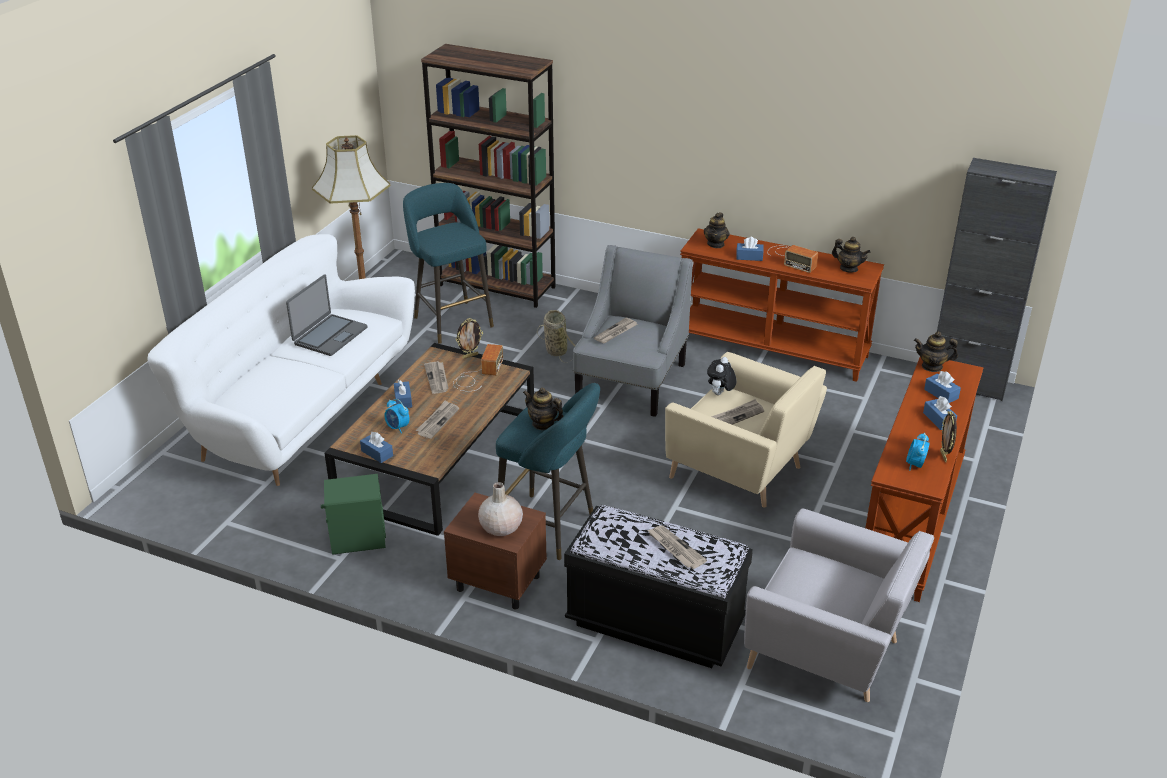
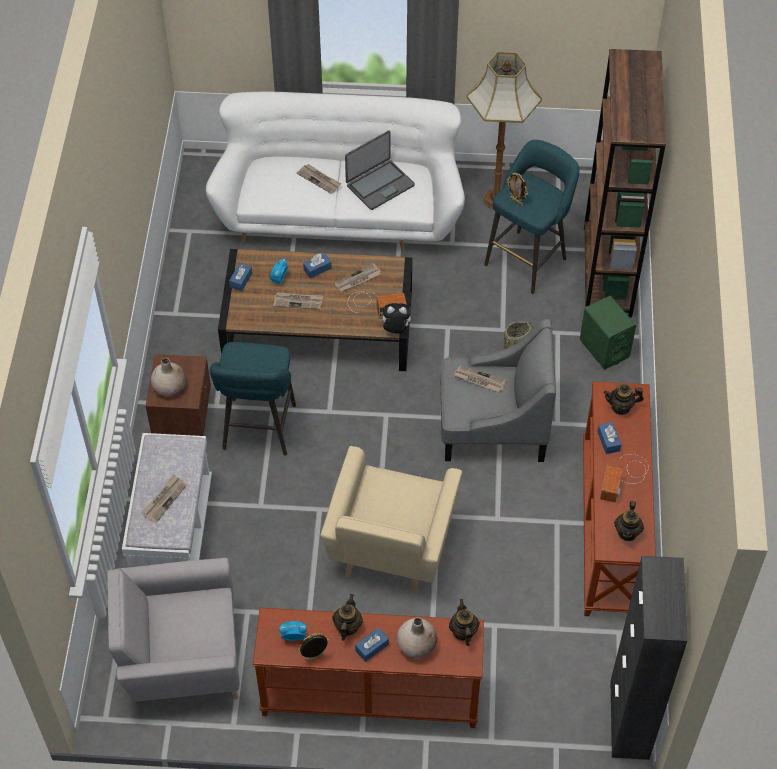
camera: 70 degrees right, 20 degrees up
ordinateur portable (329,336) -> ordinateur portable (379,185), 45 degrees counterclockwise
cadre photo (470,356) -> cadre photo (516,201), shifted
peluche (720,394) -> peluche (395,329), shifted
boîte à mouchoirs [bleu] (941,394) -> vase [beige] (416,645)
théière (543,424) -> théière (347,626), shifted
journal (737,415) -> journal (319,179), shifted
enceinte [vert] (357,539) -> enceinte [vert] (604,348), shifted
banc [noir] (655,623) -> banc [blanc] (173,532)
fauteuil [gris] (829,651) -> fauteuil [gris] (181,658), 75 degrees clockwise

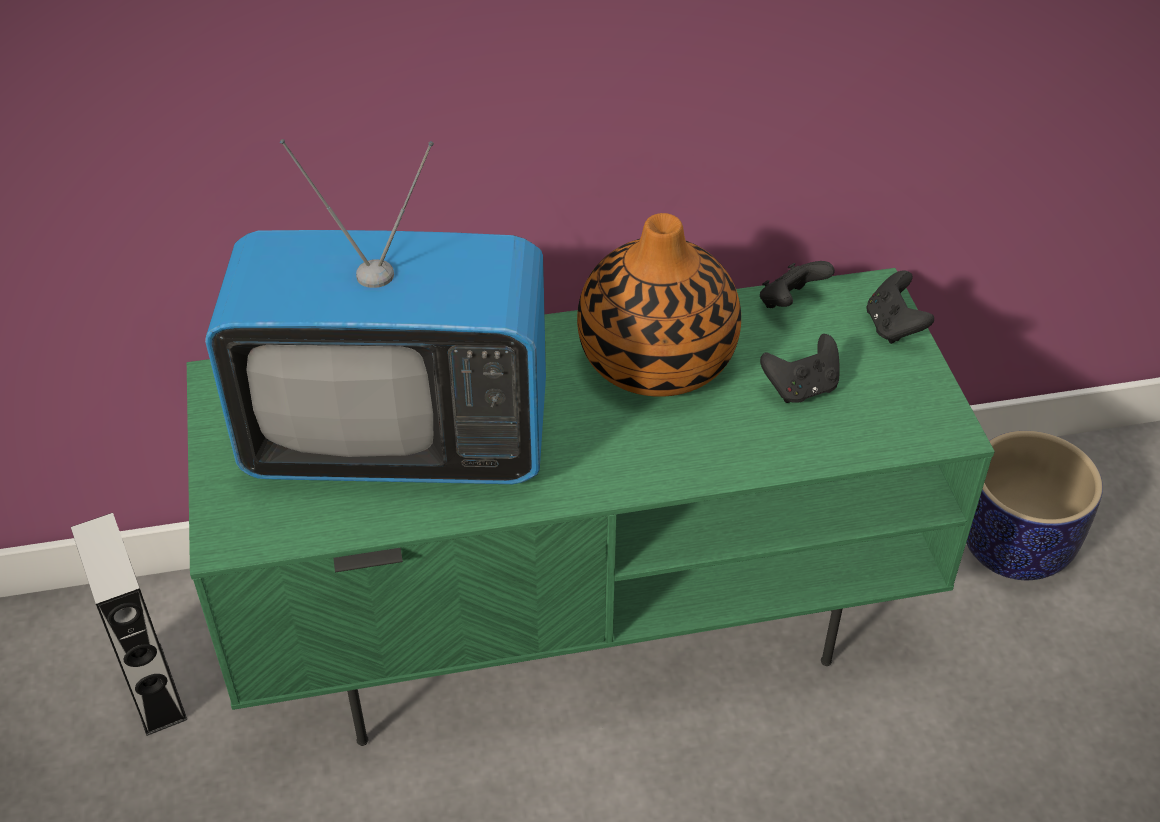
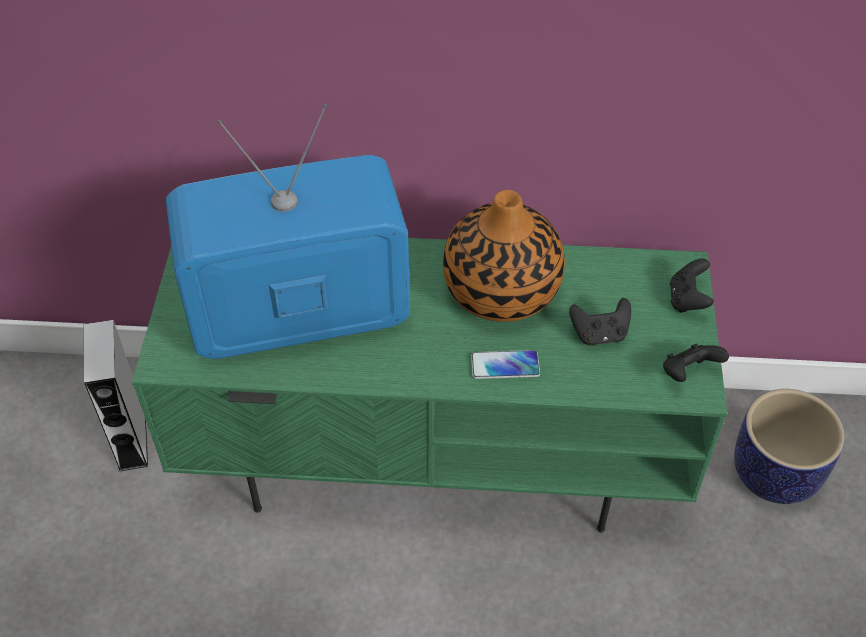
camera: 15 degrees right, 5 degrees up
téléviseur (399,440) -> téléviseur (299,315), 150 degrees clockwise
manette [noir] (790,303) -> manette [noir] (688,373), shifted
none -> téléphone (505,365)

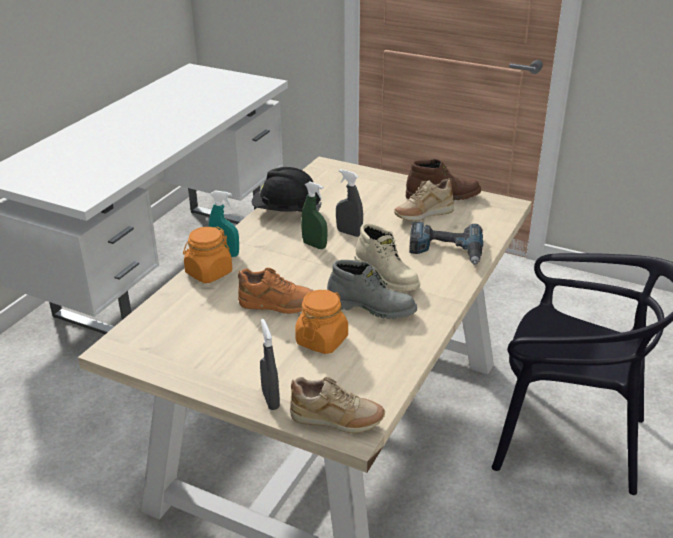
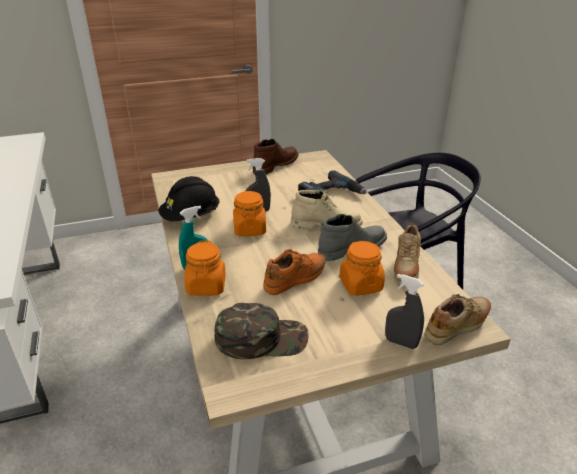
camera: 45 degrees left, 0 degrees up
chaussure [beige] (422,216) -> chaussure [beige] (406,269), shifted
vaporisateur [vert] (314,245) -> bocal [orange] (249,229)
none -> casquette [vert] (261,338)

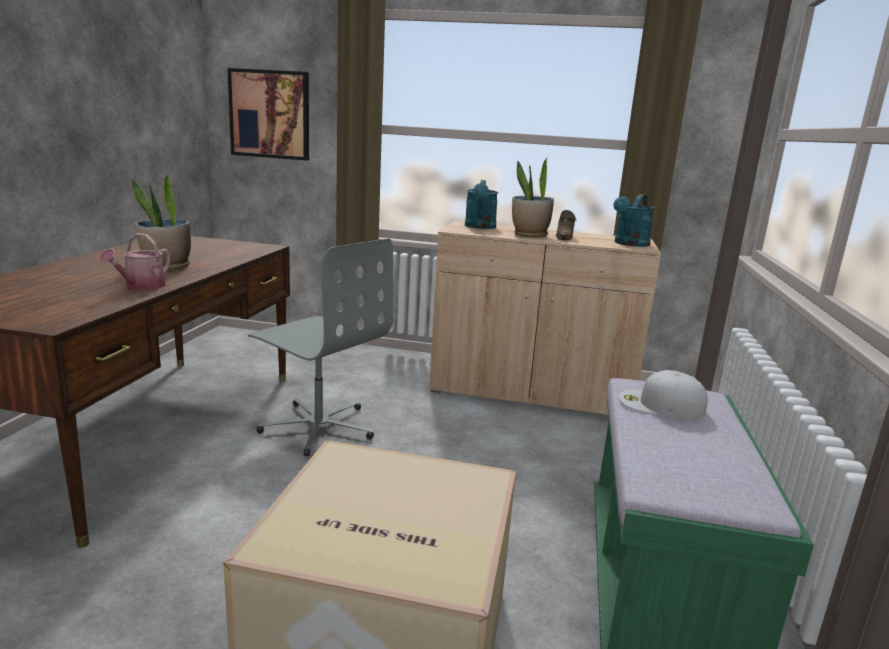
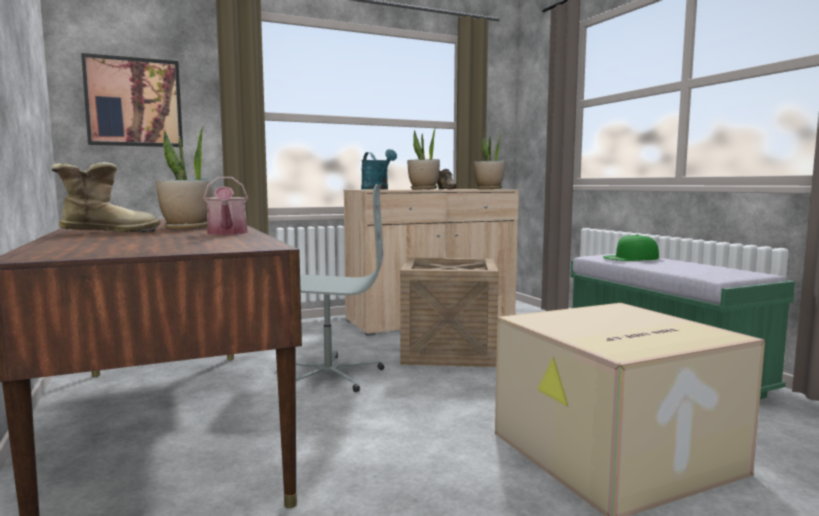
camera: 35 degrees left, 10 degrees down
arrosoir [turquoise] (629,244) -> plante en pot (489,189)
casquette [blanc] (660,404) -> casquette [vert] (631,258)
none -> botte (108,232)
none -> caisse (448,351)

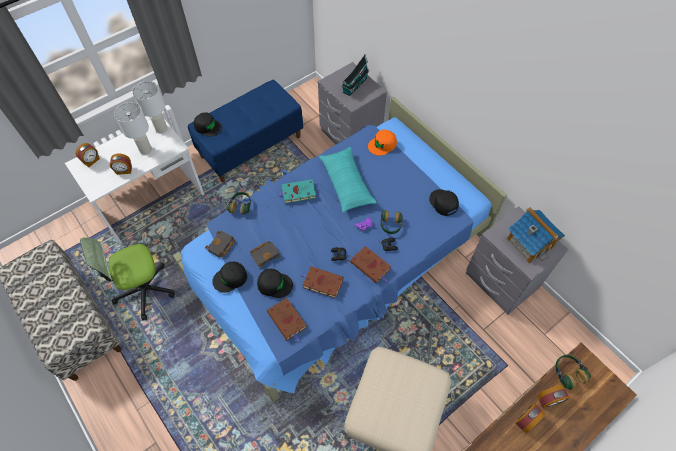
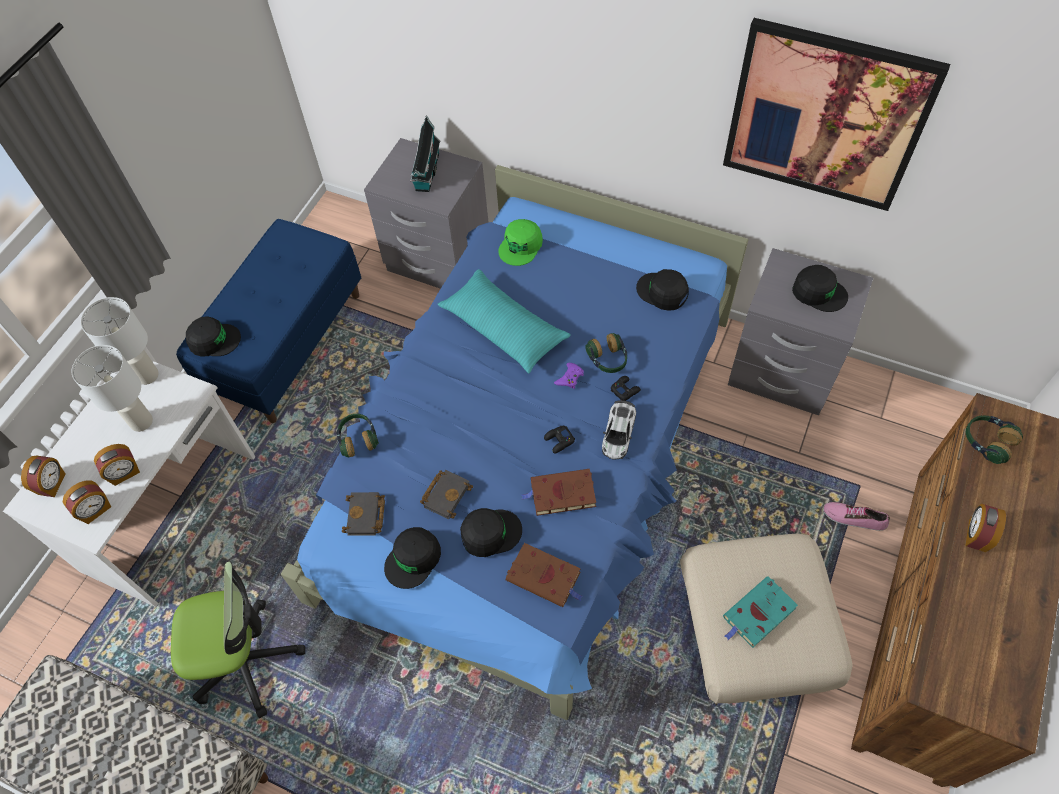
camera: 25 degrees left, 0 degrees up
casquette [orange] (382,145) -> casquette [vert] (521,246)
livre [turquoise] (297,193) -> livre [turquoise] (758,614), shifted
maison miniature (529,242) -> casquette [noir] (819,292)
chaise de bureau (144,290) -> chaise de bureau (247,660), 135 degrees counterclockwise
livre [marron] (371,266) -> petite voiture (618,433)
réveil (548,400) -> réveil (95,510), shifted
none -> tableau (825,117)
none -> chaussure (854,517)

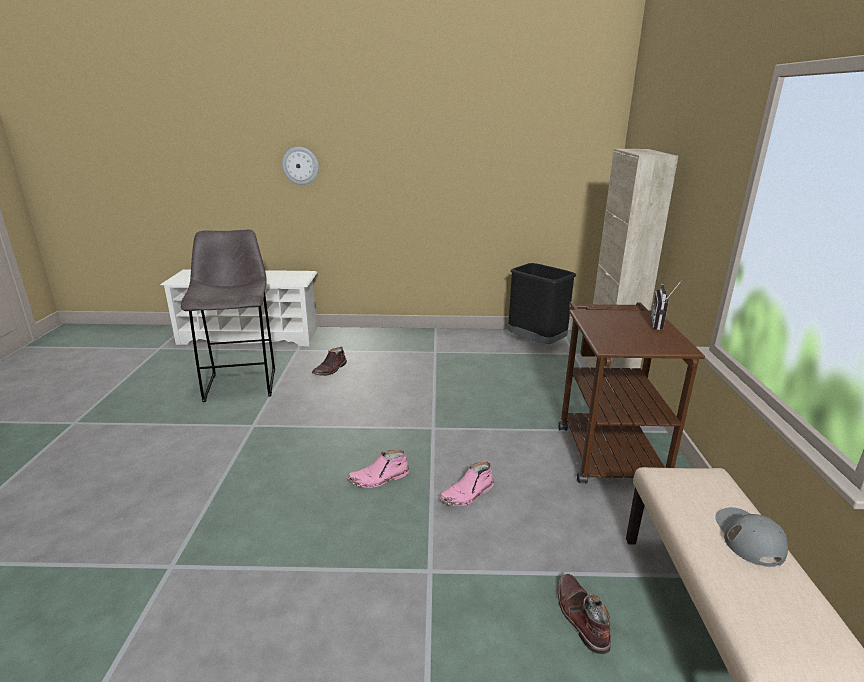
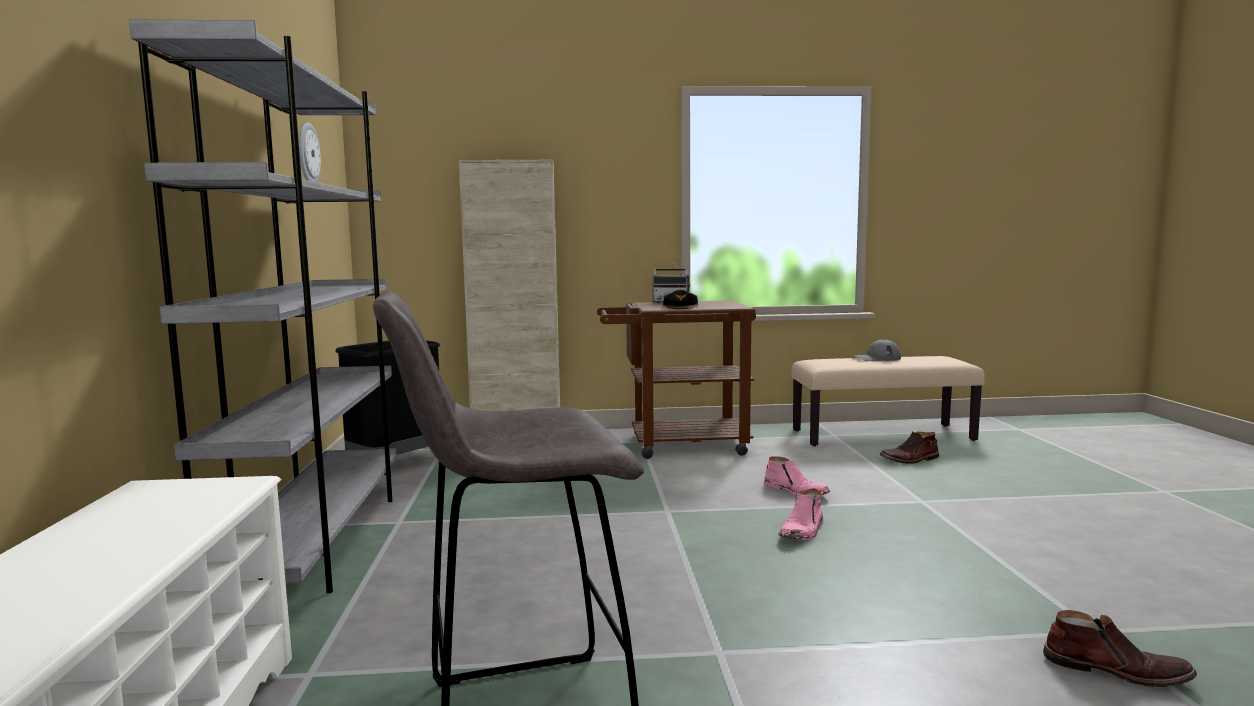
camera: 95 degrees left, 15 degrees down
horloge murale (300,166) -> horloge murale (307,154), shifted
botte [marron] (330,369) -> botte [marron] (1115,670), shifted
botte [rose] (379,478) -> botte [rose] (802,531), 60 degrees clockwise
none -> bibliothèque [gris] (318,541)
none -> casquette [noir] (681,306)

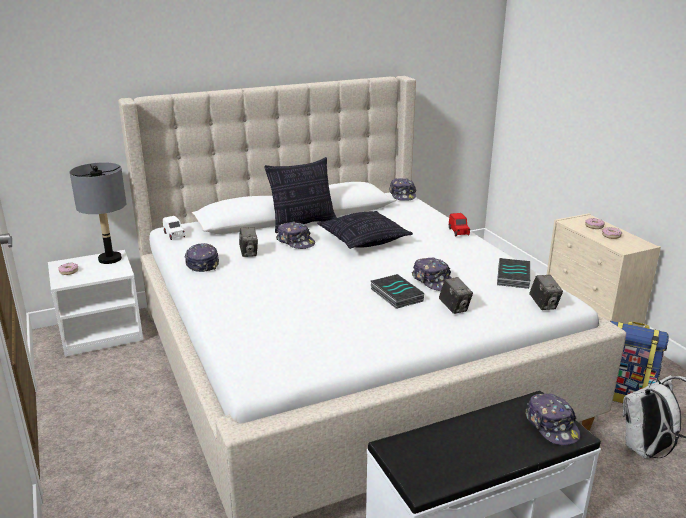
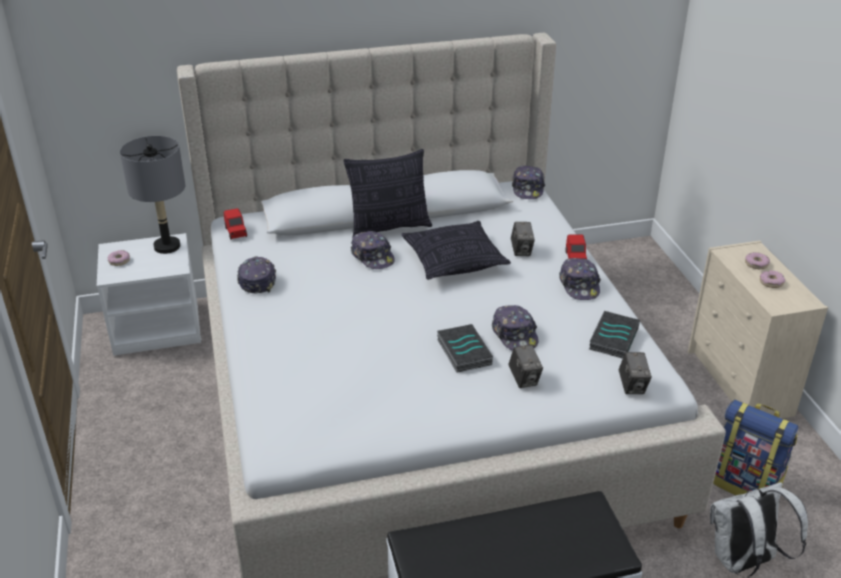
camera: 10 degrees right, 10 degrees up
petite voiture [blanc] (174,235) -> petite voiture [rouge] (236,232)
appareil photo (249,253) -> appareil photo (521,251), shifted
casquette (552,426) -> casquette (579,285), shifted

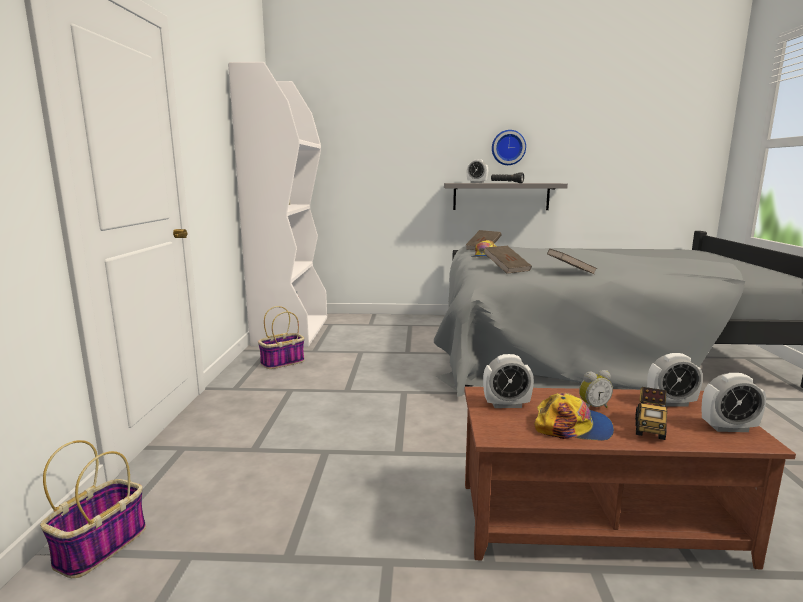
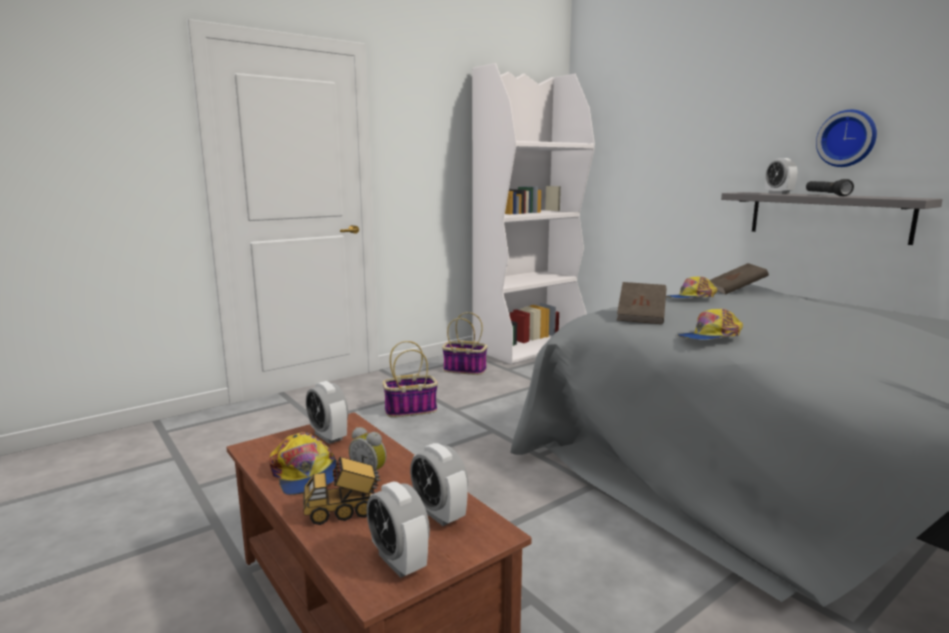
camera: 50 degrees right, 0 degrees up
livre [marron] (570,271) -> casquette (710,338)
panier (101,545) -> panier (411,409), shifted

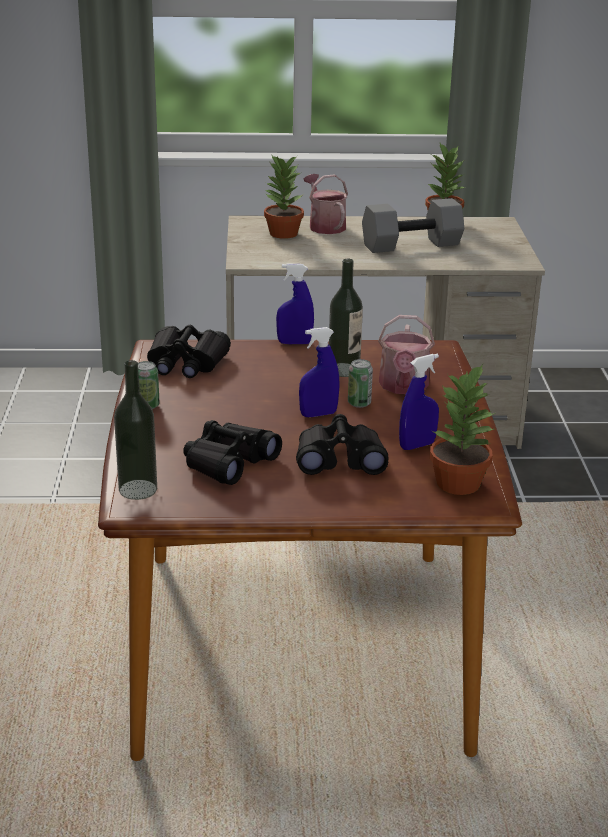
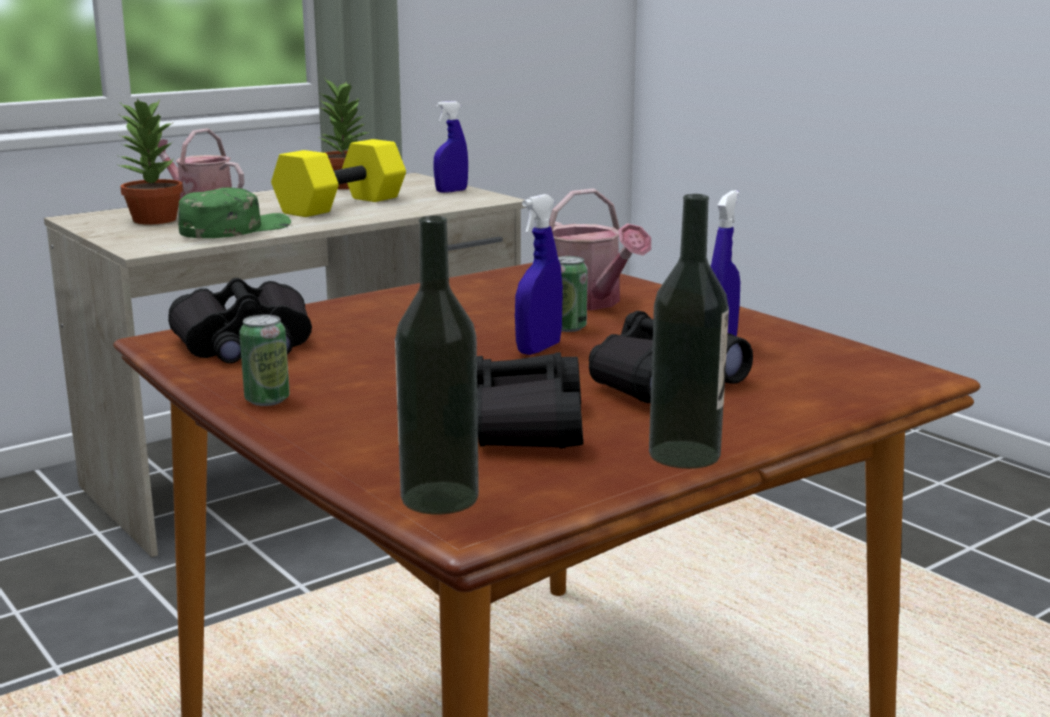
camera: 35 degrees left, 10 degrees down
haltère [gris] (411,245) -> haltère [jaune] (342,205)
bouteille (343,370) -> bouteille (684,454), shifted
vaporisateur [bleu] (294,343) -> vaporisateur [bleu] (451,191), shifted
plante en pot (459,483) -> none
none -> casquette [vert] (234,229)

